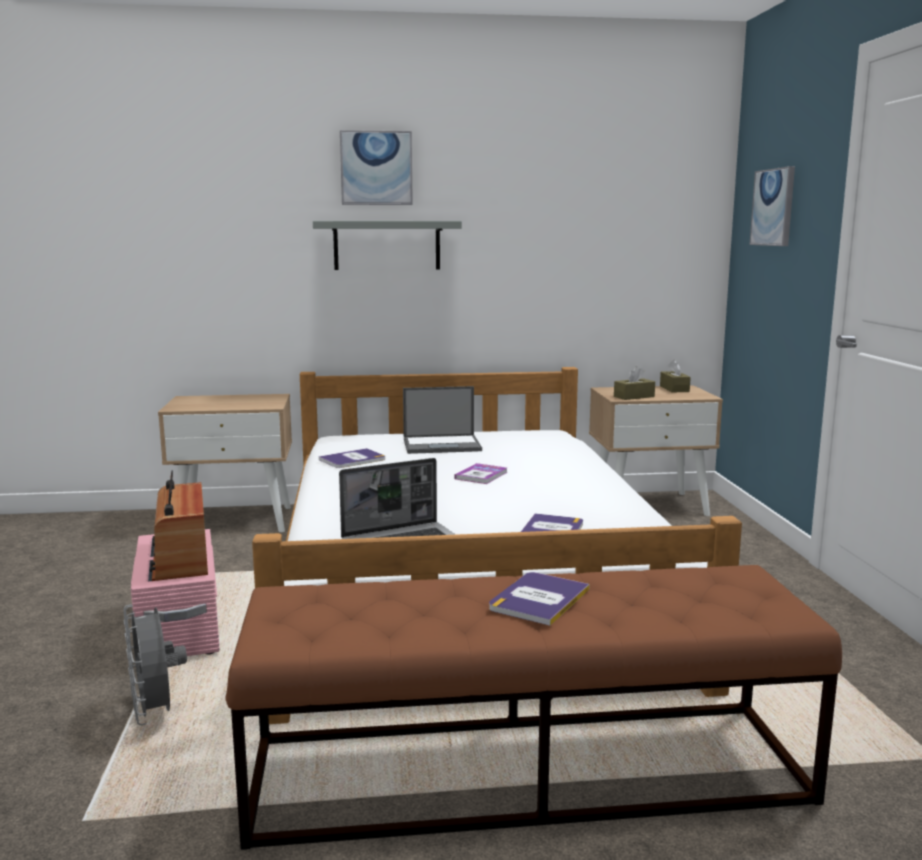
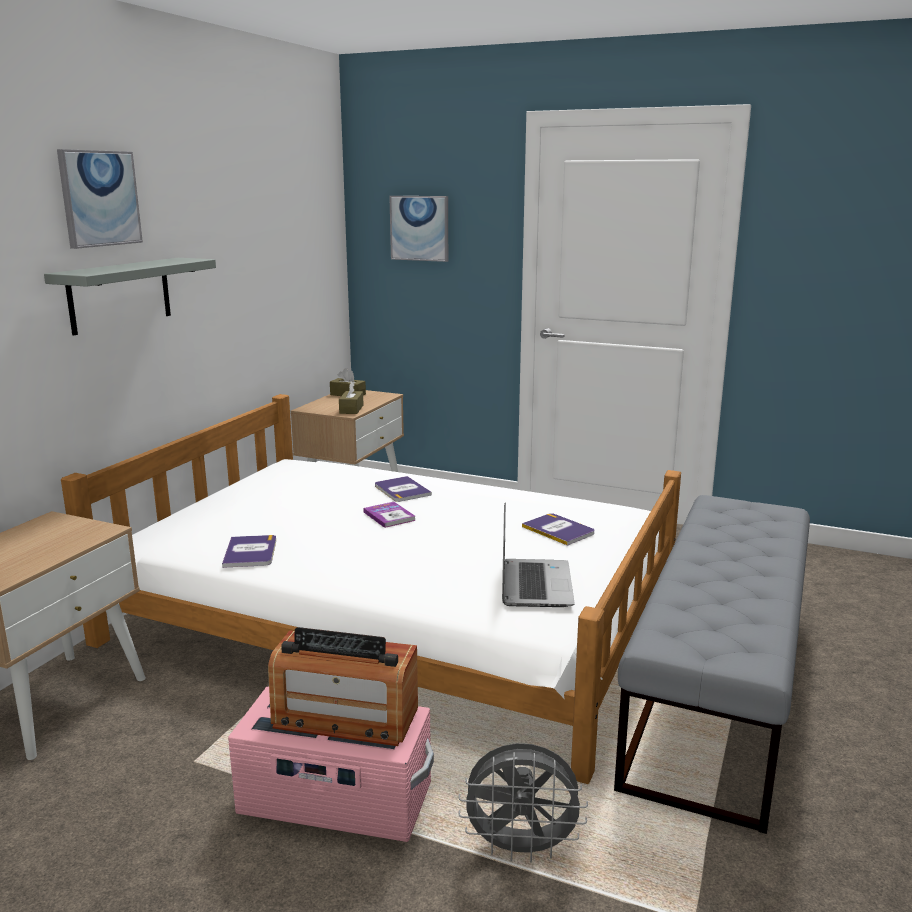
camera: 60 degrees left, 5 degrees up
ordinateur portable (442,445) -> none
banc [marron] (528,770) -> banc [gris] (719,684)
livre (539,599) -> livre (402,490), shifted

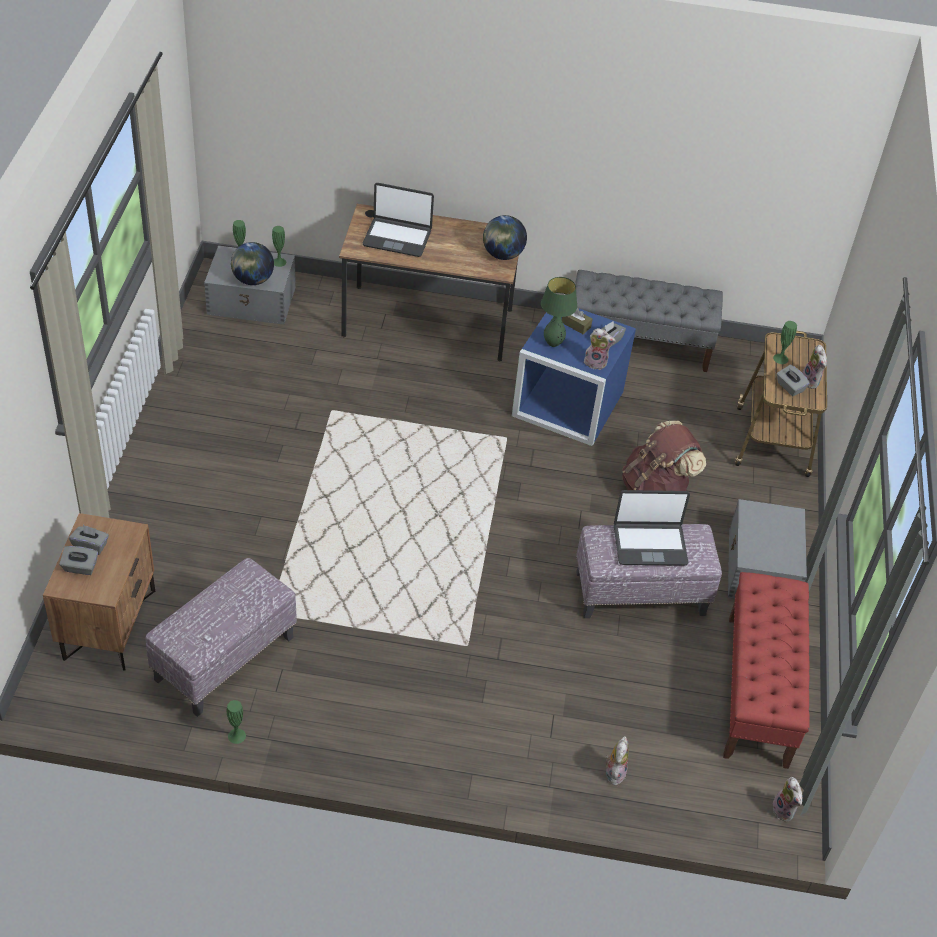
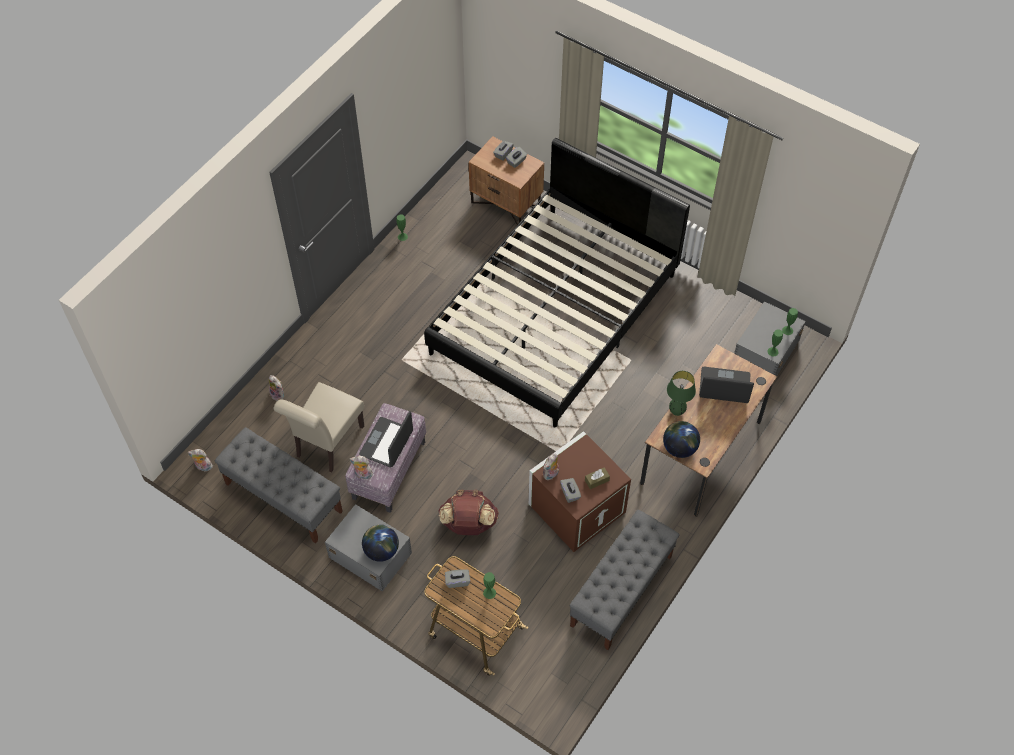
camera: 120 degrees right, 10 degrees up
ordinateur portable (397,238) -> ordinateur portable (724,387), 60 degrees clockwise
globe (252,280) -> globe (381,550), shifted
lampe de table [vert] (553,343) -> lampe de table [vert] (676,412), shifted
boîte de rangement [bleu] (566,404) -> boîte de rangement [marron] (577,506)
peluche (811,381) -> peluche (362,475), shifted
pouf (224,657) -> none
banc [rouge] (757,691) -> banc [gris] (283,497)
none -> lit [noir] (555,313)
none -> chaise [beige] (327,444)

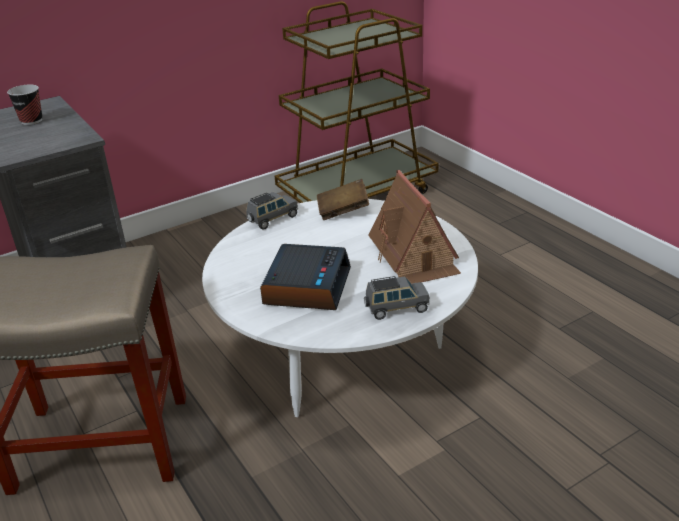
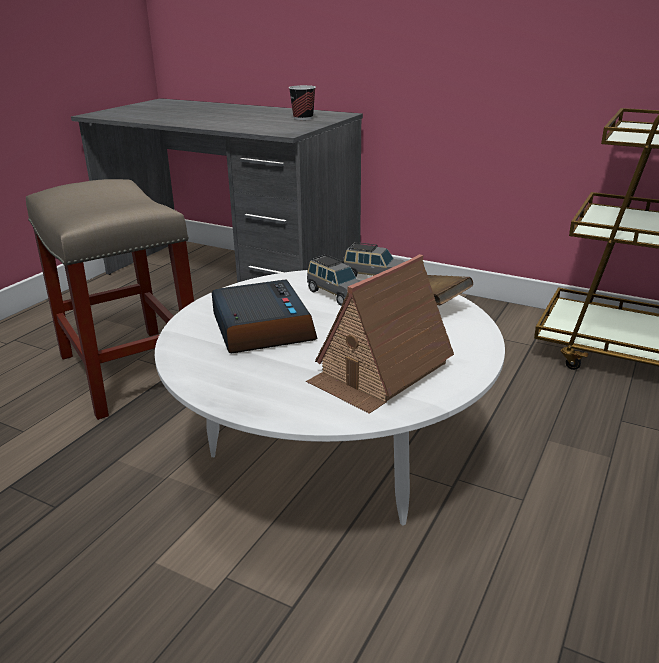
camera: 60 degrees right, 5 degrees down
réveil (306,286) -> réveil (261,328), 90 degrees counterclockwise
petite voiture [gris] (396,309) -> petite voiture [gris] (335,294), shifted

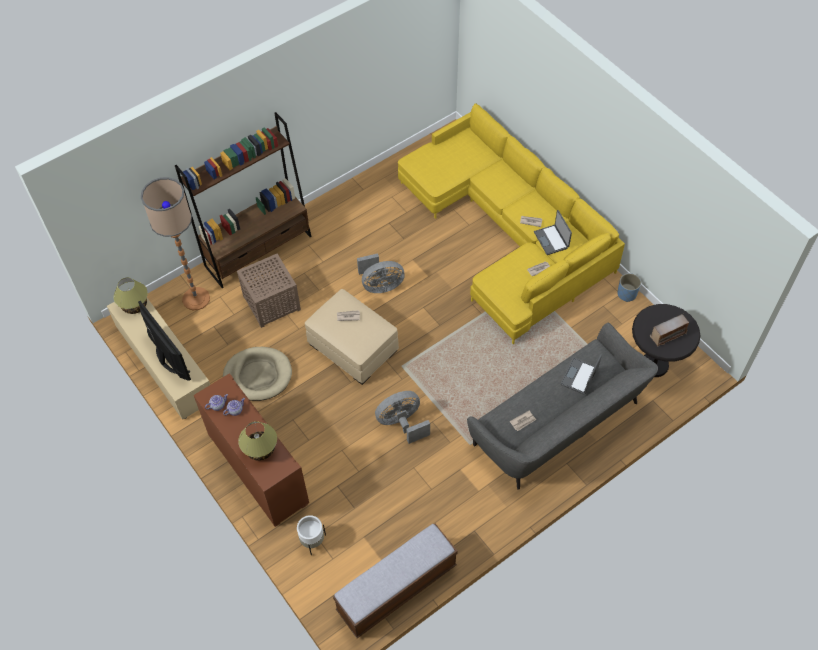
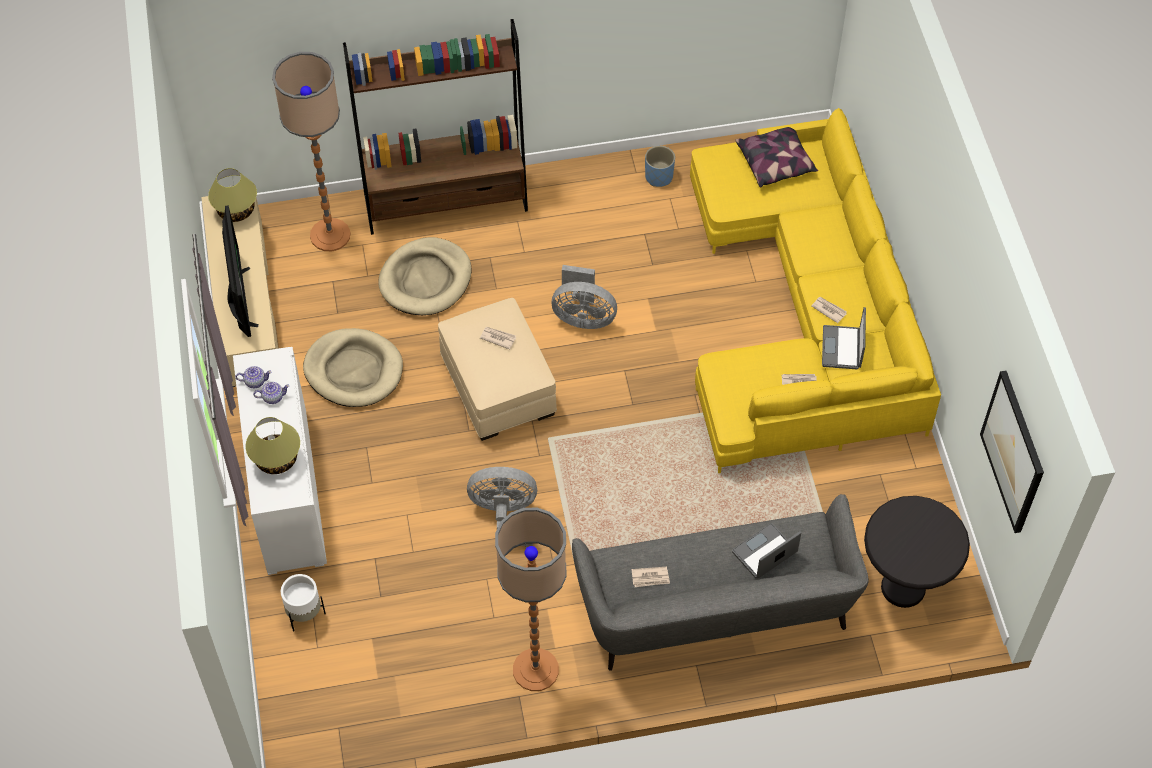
camera: 25 degrees right, 0 degrees up
table d'appoint [marron] (272,302) -> panier pour chien [beige] (426,280)
cache-pot [bleu] (626,294) -> cache-pot [bleu] (659,177), shifted
radio (668,335) -> none
meuble de rangement [marron] (258,468) -> meuble de rangement [blanc] (287,491)
banc (396,588) -> none
none -> coussin (775,163)
none -> tableau (1013,452)
none -> lampadaire (535,670)

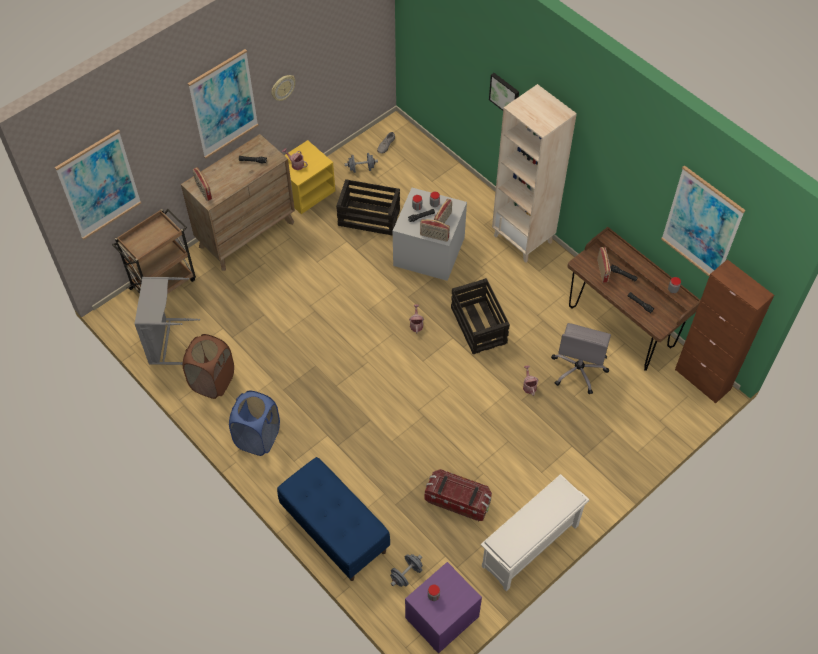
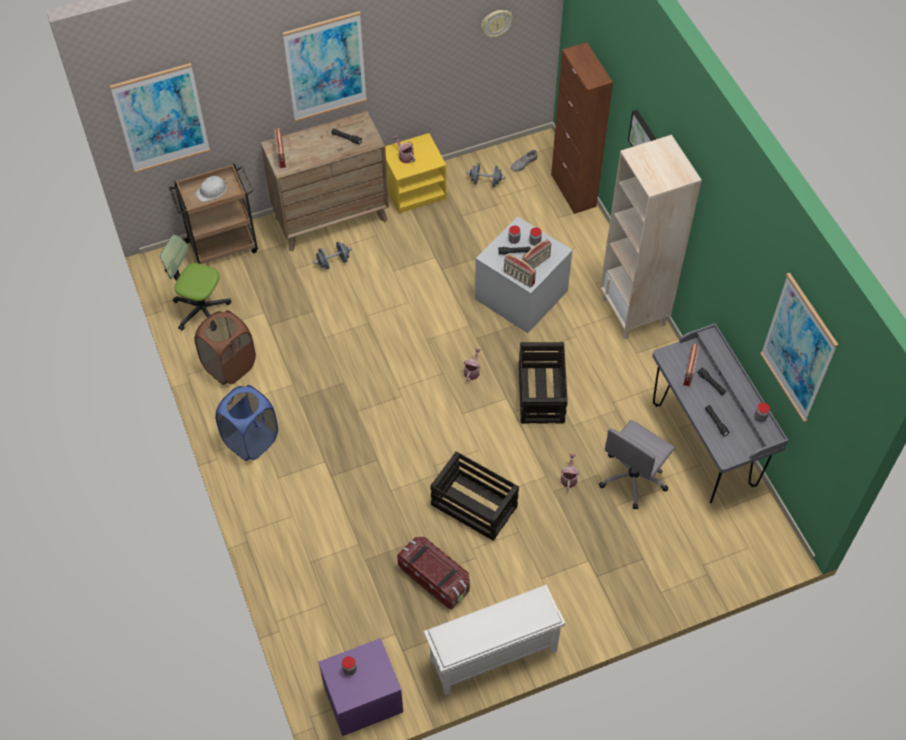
camera: 20 degrees right, 0 degrees up
horloge murale (282,87) -> horloge murale (496,23), shifted
caisse (369,217) -> caisse (475,506), shifted
bureau [marron] (621,327) -> bureau [gris] (704,445)
meuble de rangement [marron] (702,379) -> meuble de rangement [marron] (573,190), shifted
panier à linge [gris] (167,341) -> chaise de bureau (201,309)
banc [bleu] (334,530) -> none
haltère [gris] (406,574) -> haltère [gris] (333,262), shifted
none -> casque de chantier [blanc] (212,191)

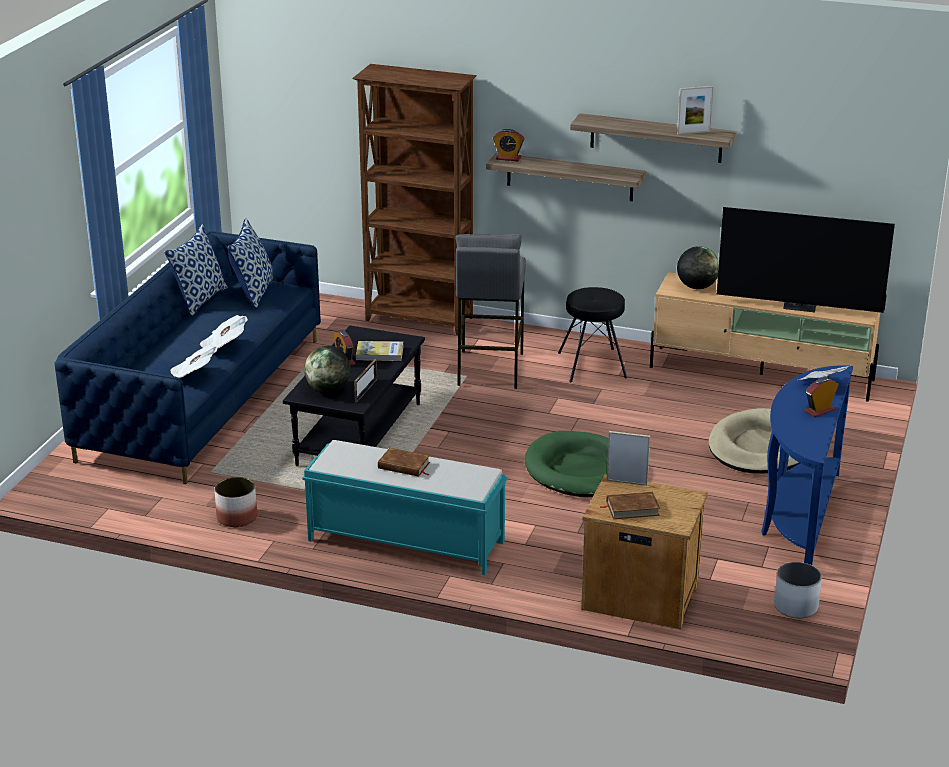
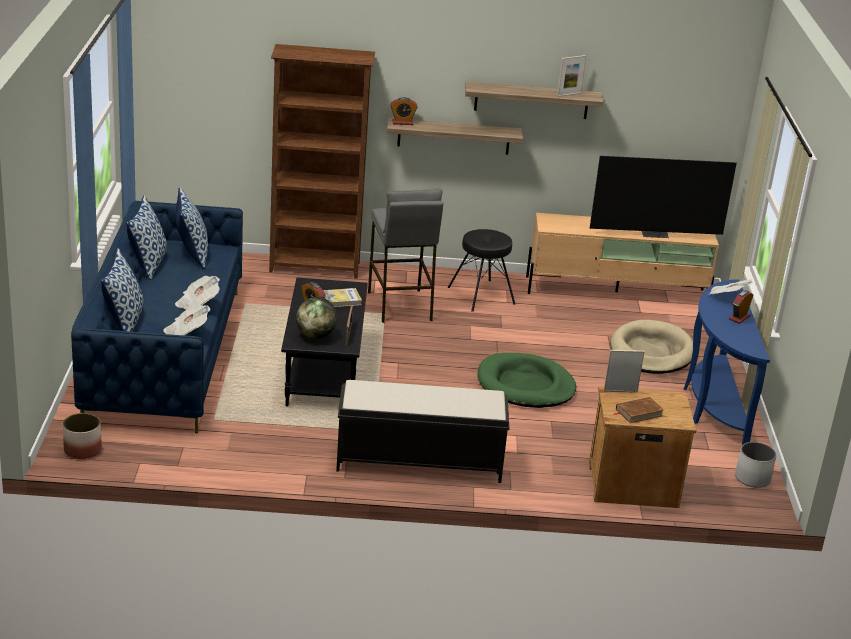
camera: 20 degrees left, 0 degrees up
globe (697,287) -> none
banc [turquoise] (404,540) -> banc [noir] (418,461)
livre [marron] (404,466) -> none
cache-pot (237,517) -> cache-pot (82,450), shifted
none -> coussin (124,322)

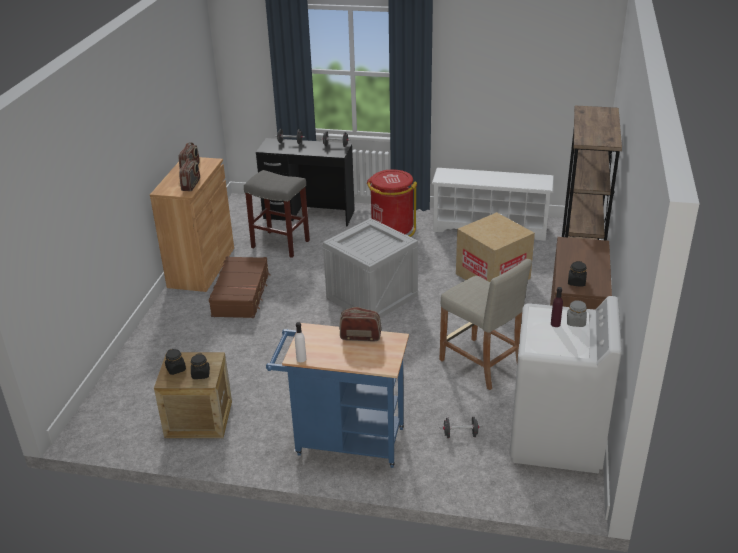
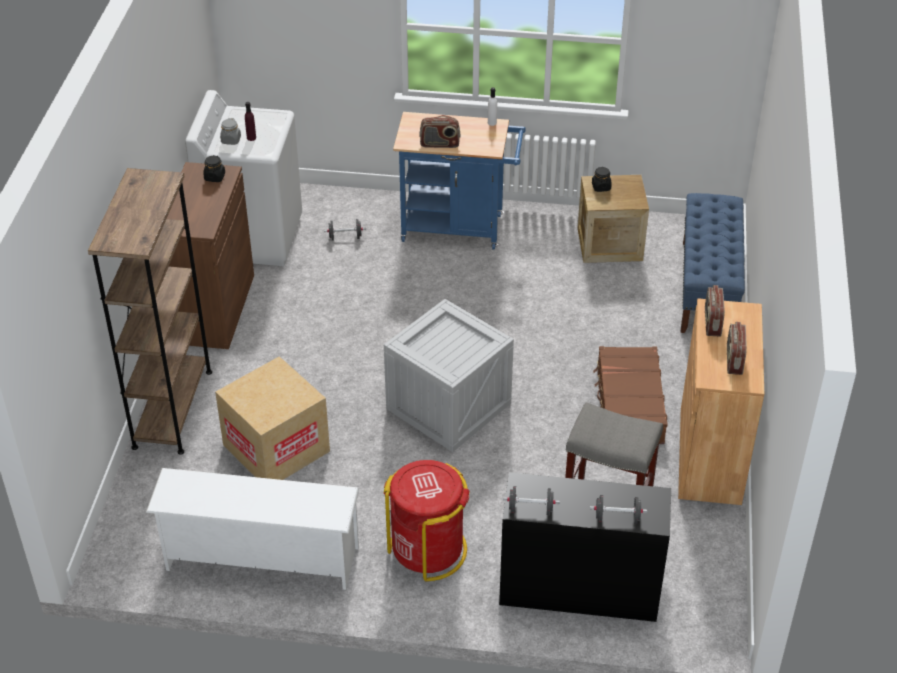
camera: 175 degrees right, 10 degrees up
tabouret [beige] (480,363) -> none
bocal [noir] (176,369) -> none
none -> banc [bleu] (707,288)

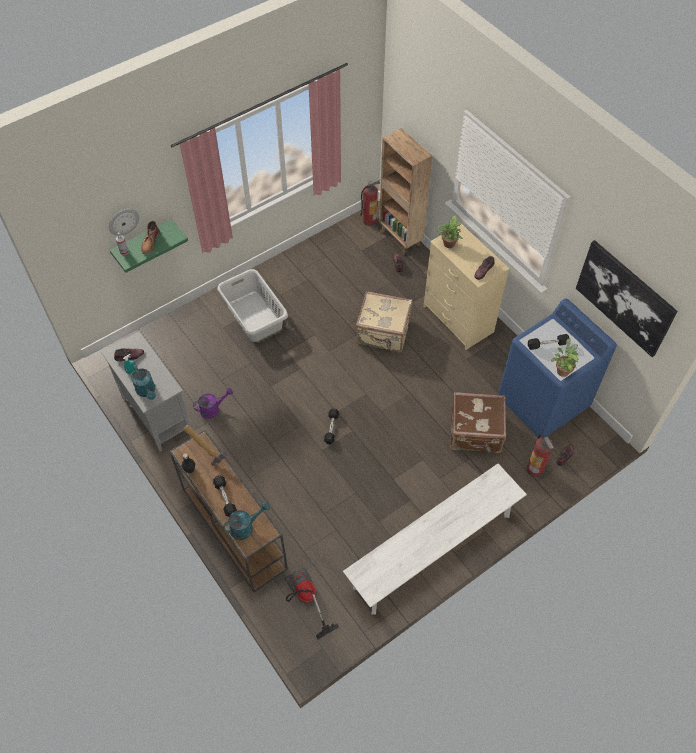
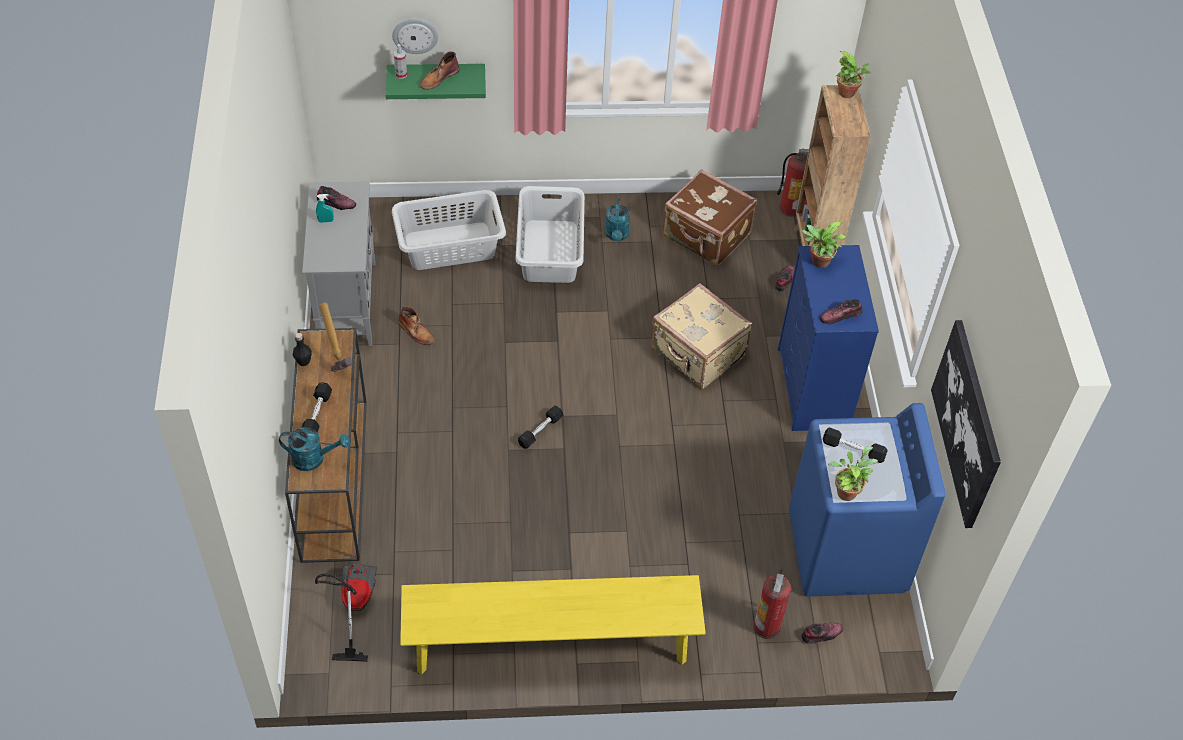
camera: 30 degrees right, 5 degrees down
commode [beige] (458,319) -> commode [bleu] (813,389)
arrosoir [turquoise] (147,391) -> arrosoir [turquoise] (617,235), shifted
arrosoir [violet] (213,409) -> botte [marron] (416,332)
valise [marron] (475,433) -> valise [marron] (706,236), shifted
banc [blanc] (433,551) -> banc [jaune] (551,645)
none -> plante en pot (848,94)
none -> panier à linge [gris] (449,246)

